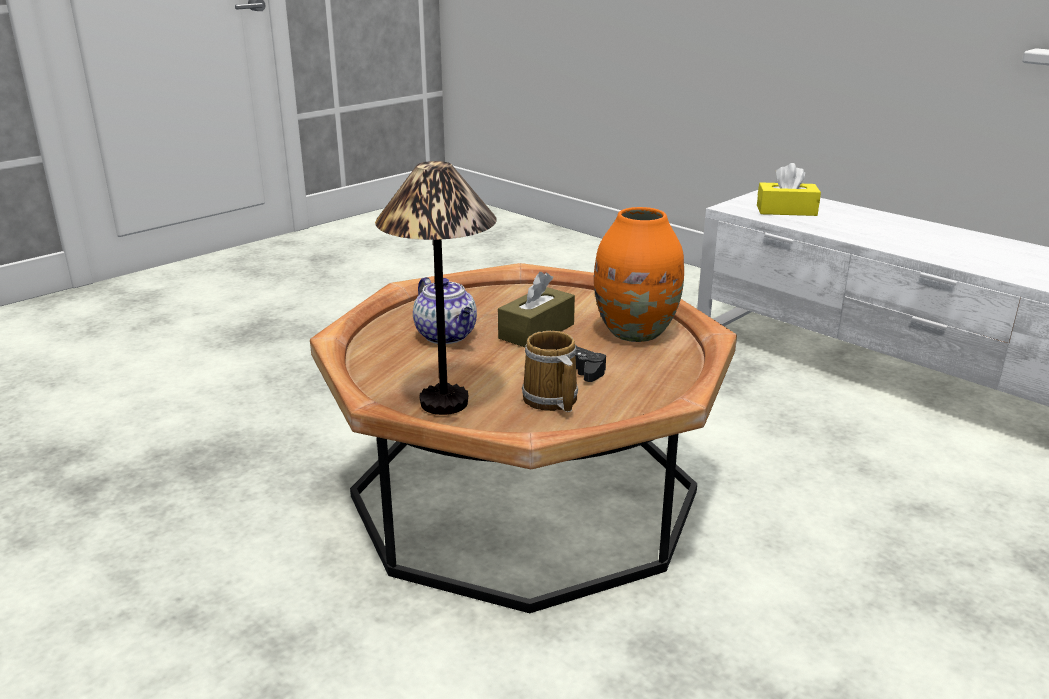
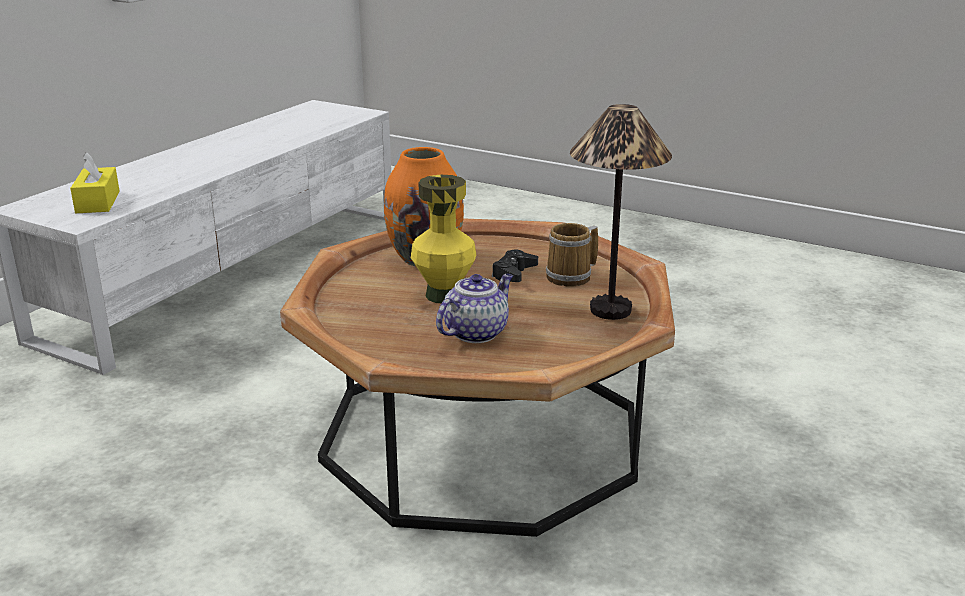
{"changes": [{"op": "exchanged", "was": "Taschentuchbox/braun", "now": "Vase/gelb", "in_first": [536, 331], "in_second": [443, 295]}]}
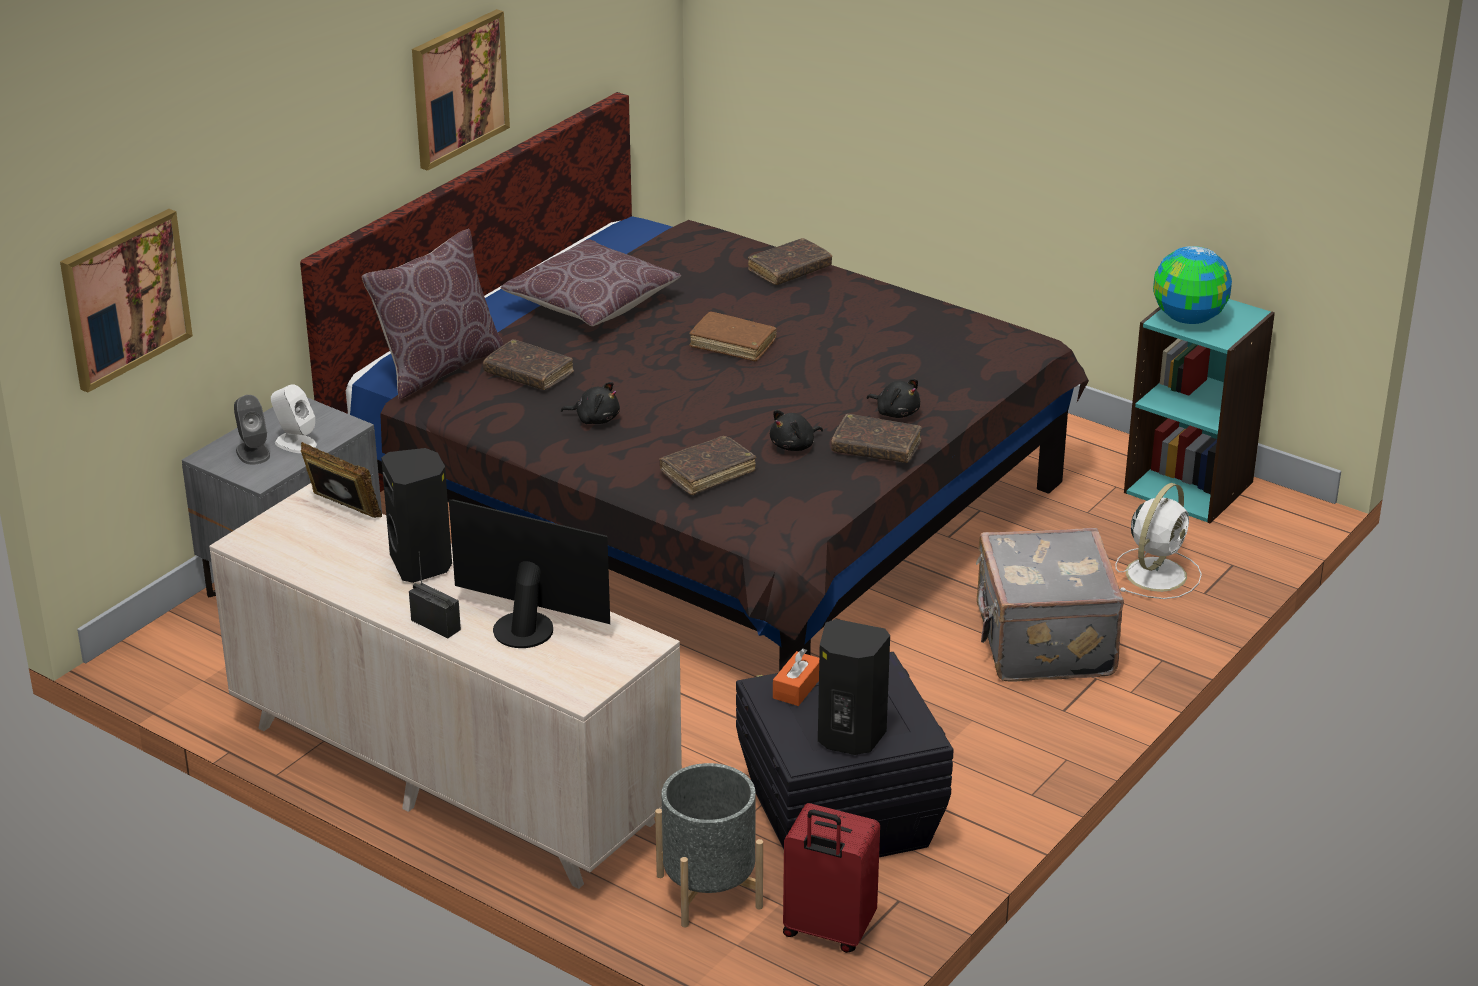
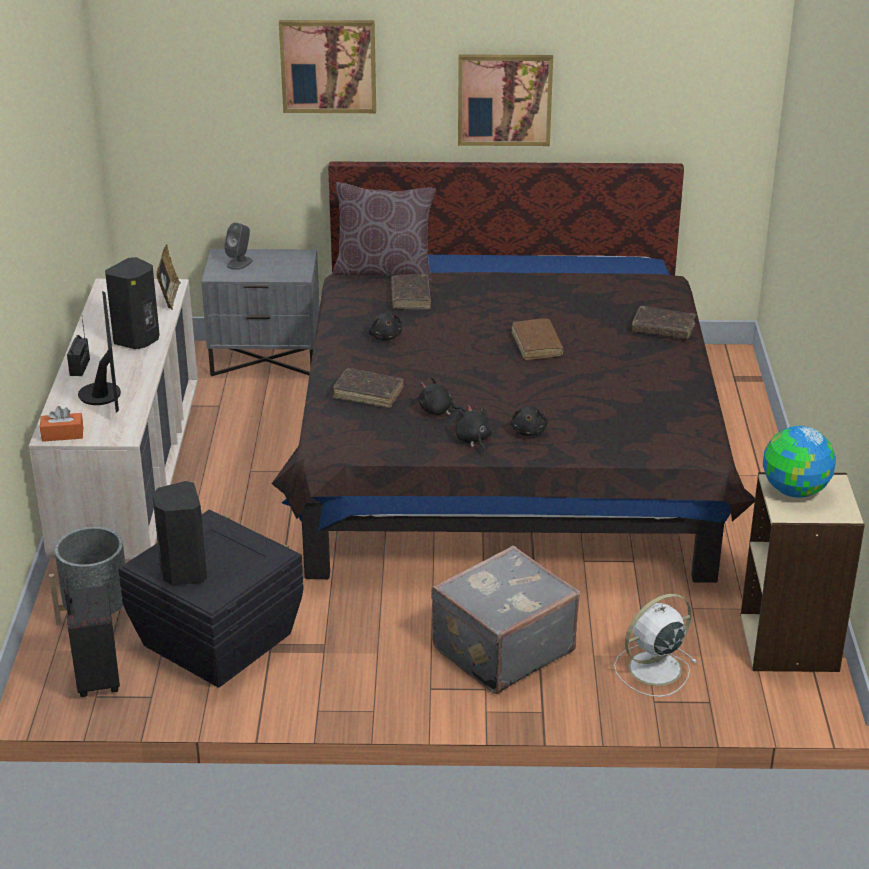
{"changes": [{"op": "missing", "was": "Lautsprecher/weiß", "in_first": [295, 443]}, {"op": "missing", "was": "Kissen/braun", "in_first": [591, 303]}, {"op": "relocated", "was": "Bild", "in_first": [124, 298], "in_second": [328, 66]}, {"op": "relocated", "was": "Taschentuchbox/orange", "in_first": [797, 688], "in_second": [62, 434]}, {"op": "exchanged", "was": "Buch/braun", "now": "Plüschtier/schwarz", "in_first": [876, 448], "in_second": [473, 440]}, {"op": "colour", "was": "Koffer/rot", "now": "Koffer/schwarz", "in_first": [827, 931], "in_second": [96, 680]}, {"op": "colour", "was": "Bücherregal/türkis", "now": "Bücherregal/beige", "in_first": [1189, 487], "in_second": [790, 643]}, {"op": "spun", "was": "Ventilator/weiß", "in_first": [1157, 573], "in_second": [652, 669], "clockwise": 150}]}
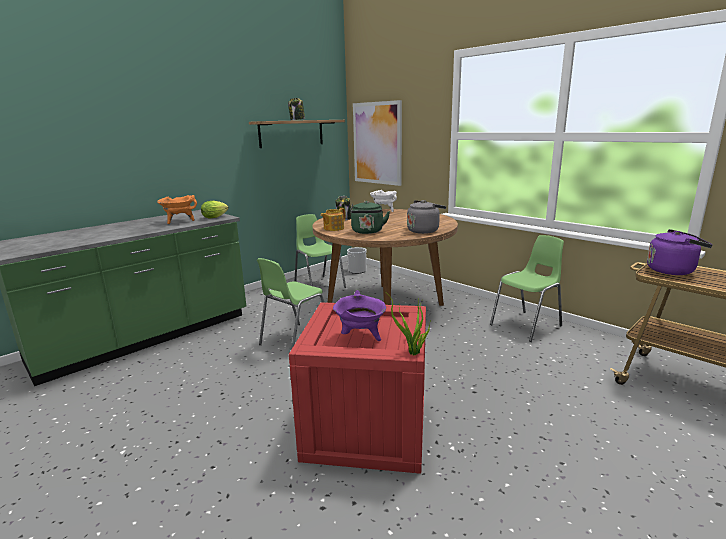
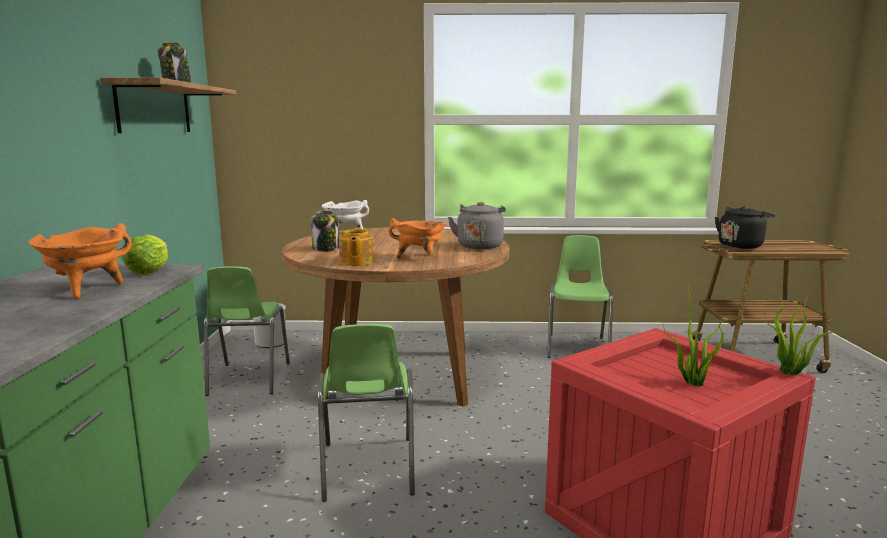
{"changes": [{"op": "missing", "was": "Bild", "in_first": [377, 143]}, {"op": "exchanged", "was": "Kochtopf/lila", "now": "Topfpflanze", "in_first": [361, 337], "in_second": [692, 382]}, {"op": "exchanged", "was": "Wasserkessel/grün", "now": "Kochtopf/orange", "in_first": [367, 232], "in_second": [419, 258]}, {"op": "colour", "was": "Wasserkessel/lila", "now": "Wasserkessel/schwarz", "in_first": [673, 270], "in_second": [741, 245]}, {"op": "spun", "was": "Stuhl/grün", "in_first": [319, 285], "in_second": [248, 379], "clockwise": -105}]}
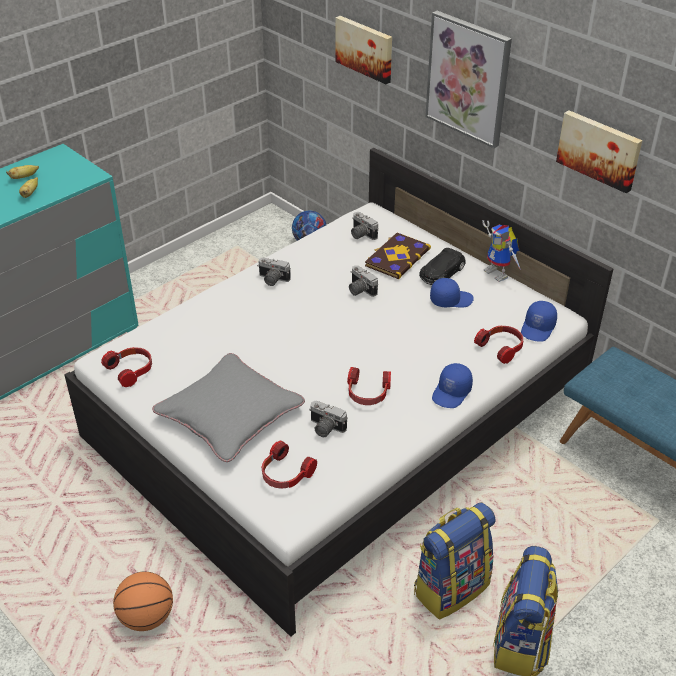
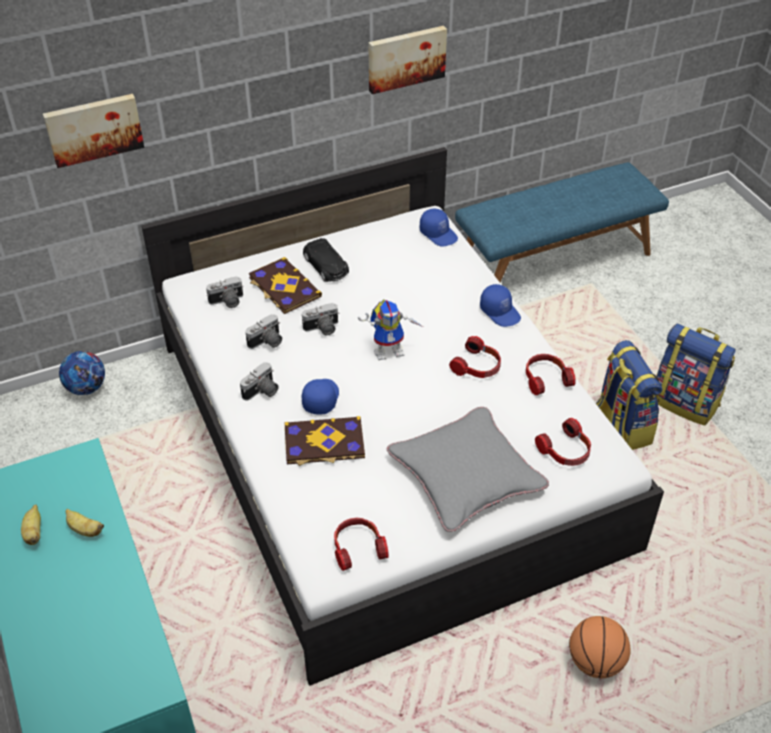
{"changes": [{"op": "missing", "was": "Bild", "in_first": [468, 78]}, {"op": "appeared", "now": "Buch", "in_second": [324, 443]}, {"op": "relocated", "was": "Kamera", "in_first": [325, 428], "in_second": [267, 342]}, {"op": "relocated", "was": "Kappe/blau", "in_first": [451, 299], "in_second": [320, 398]}, {"op": "relocated", "was": "Kopfhörer", "in_first": [501, 348], "in_second": [545, 379]}, {"op": "relocated", "was": "Spielzeugroboter", "in_first": [500, 273], "in_second": [390, 349]}]}
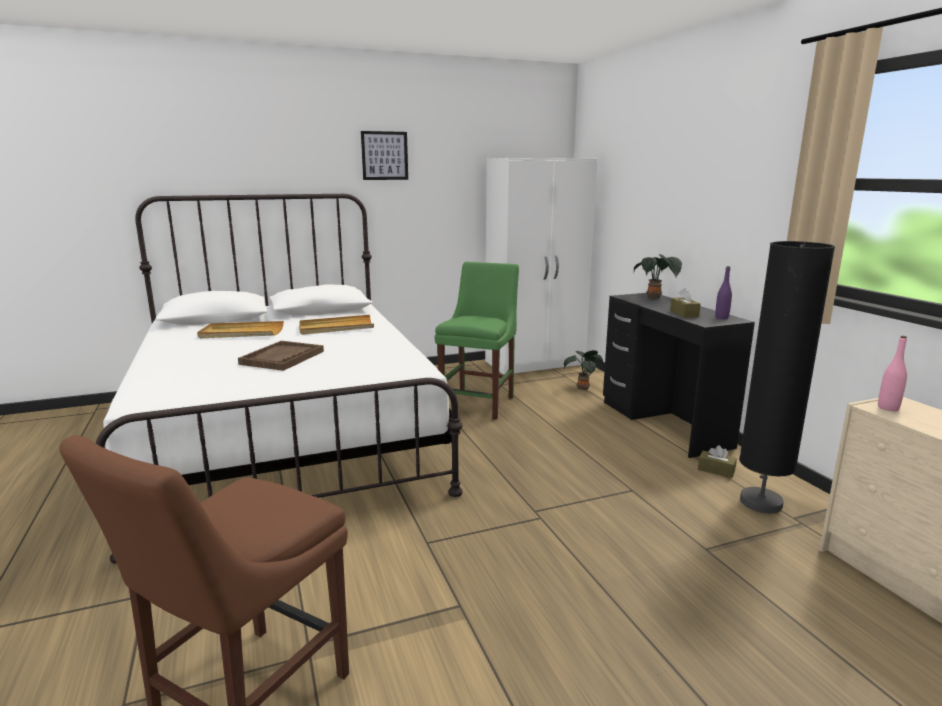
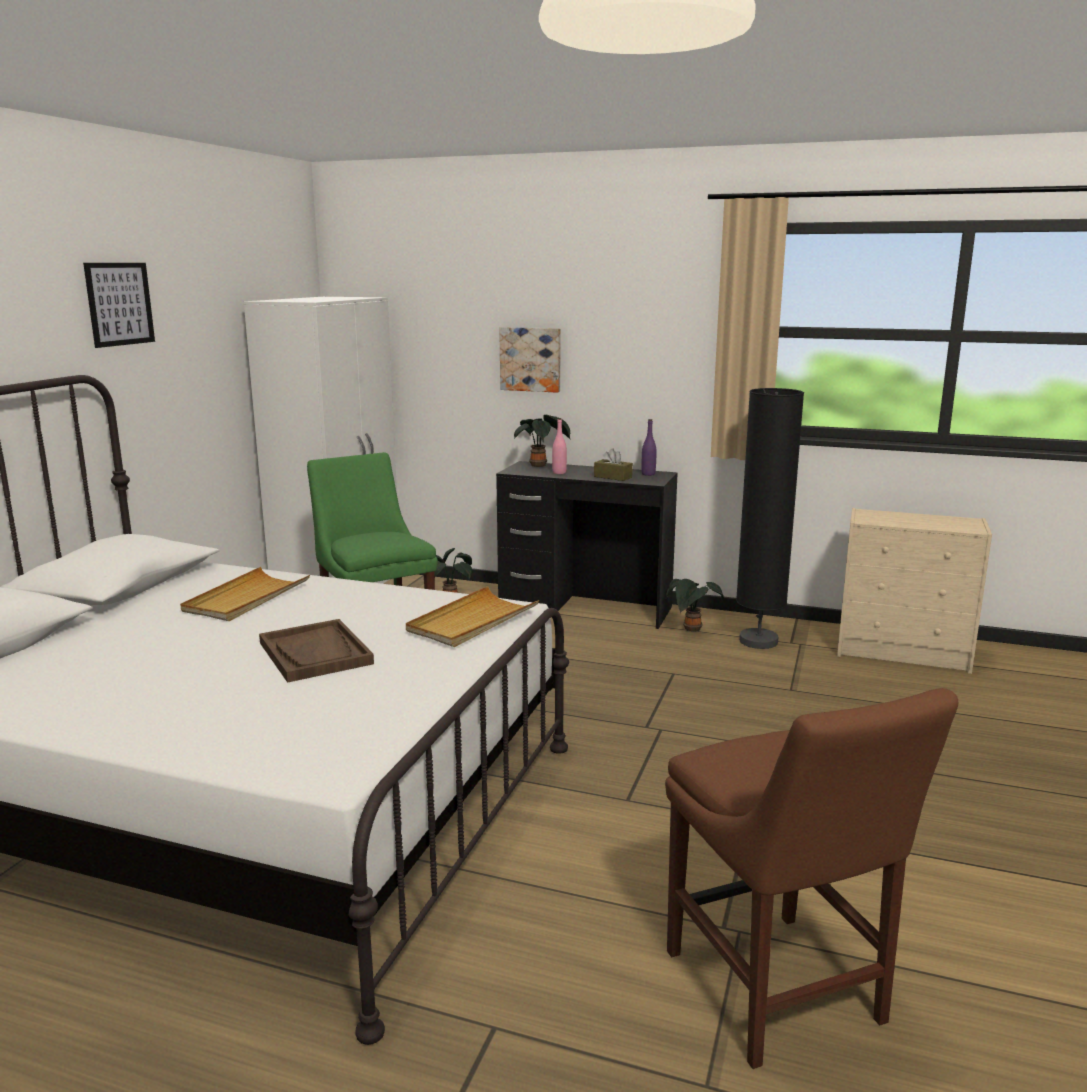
{"changes": [{"op": "appeared", "now": "Bild", "in_second": [531, 359]}, {"op": "relocated", "was": "Tablett/beige", "in_first": [241, 333], "in_second": [472, 621]}, {"op": "relocated", "was": "Flasche/rosa", "in_first": [888, 408], "in_second": [559, 472]}, {"op": "exchanged", "was": "Taschentuchbox/braun", "now": "Topfpflanze", "in_first": [716, 470], "in_second": [692, 630]}]}
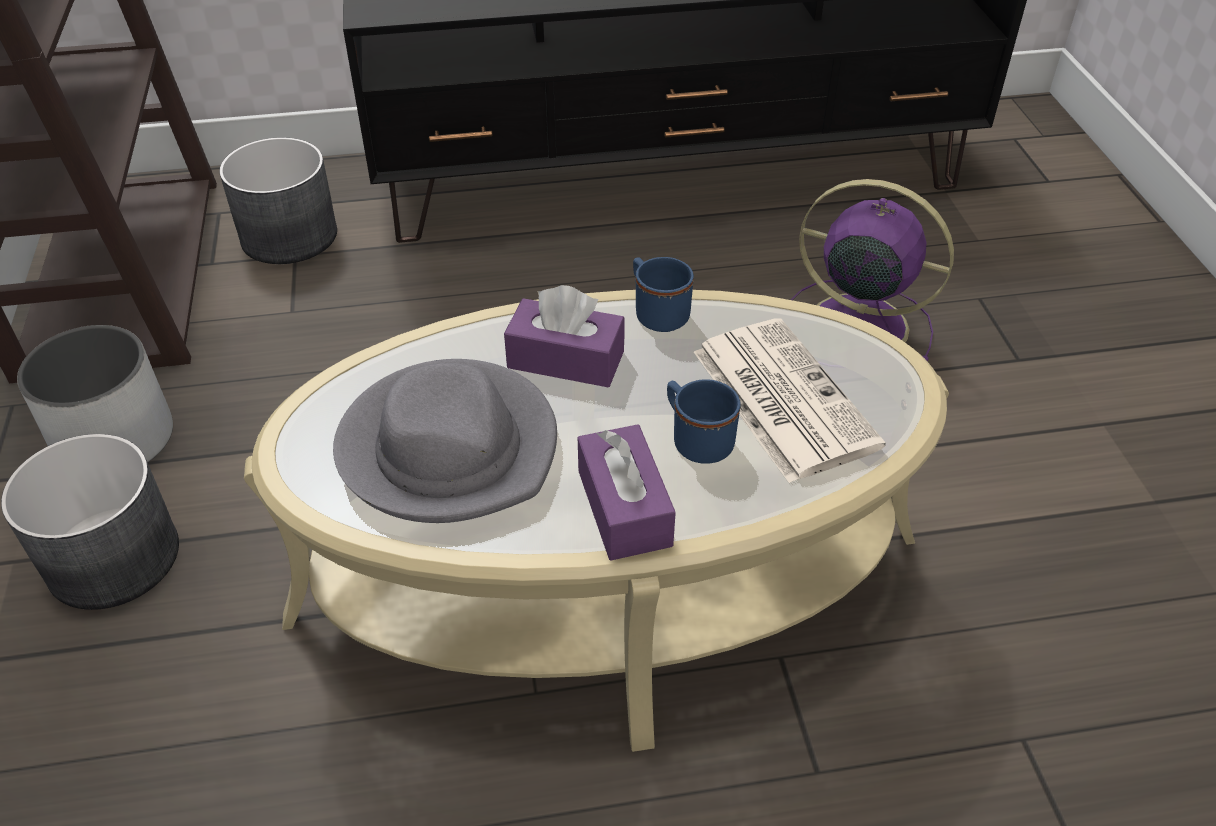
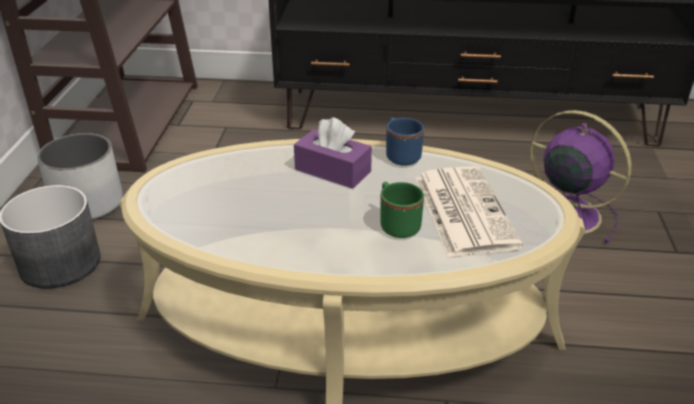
{"changes": [{"op": "missing", "was": "Pflanzkübel/grau", "in_first": [289, 235]}, {"op": "missing", "was": "Hut/grau", "in_first": [450, 447]}, {"op": "missing", "was": "Taschentuchbox/lila", "in_first": [624, 508]}, {"op": "colour", "was": "Henkelbecher/blau", "now": "Henkelbecher/grün", "in_first": [696, 439], "in_second": [397, 224]}]}
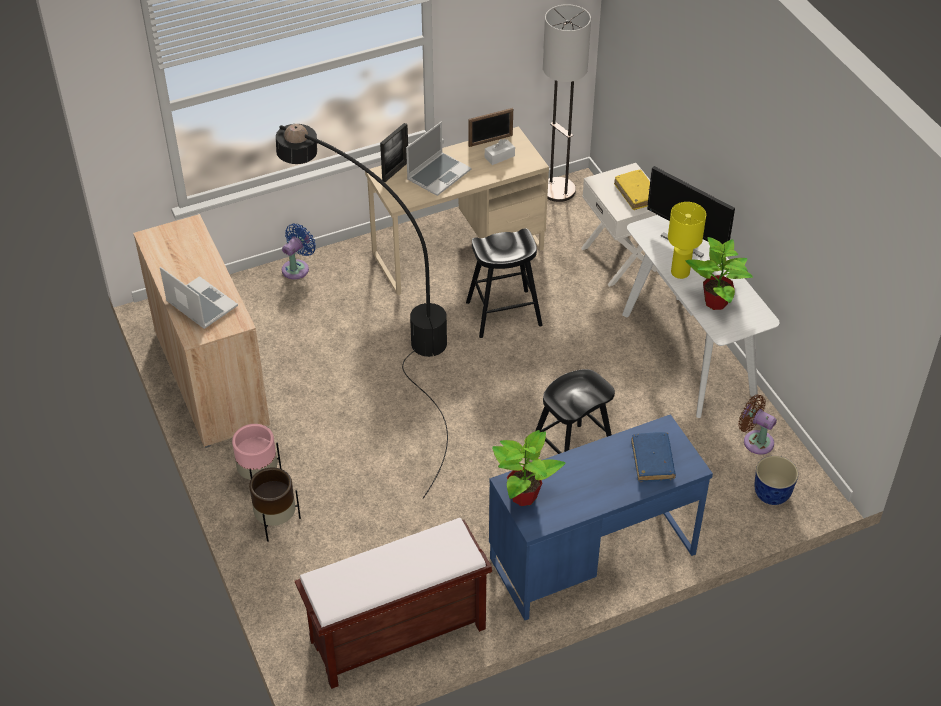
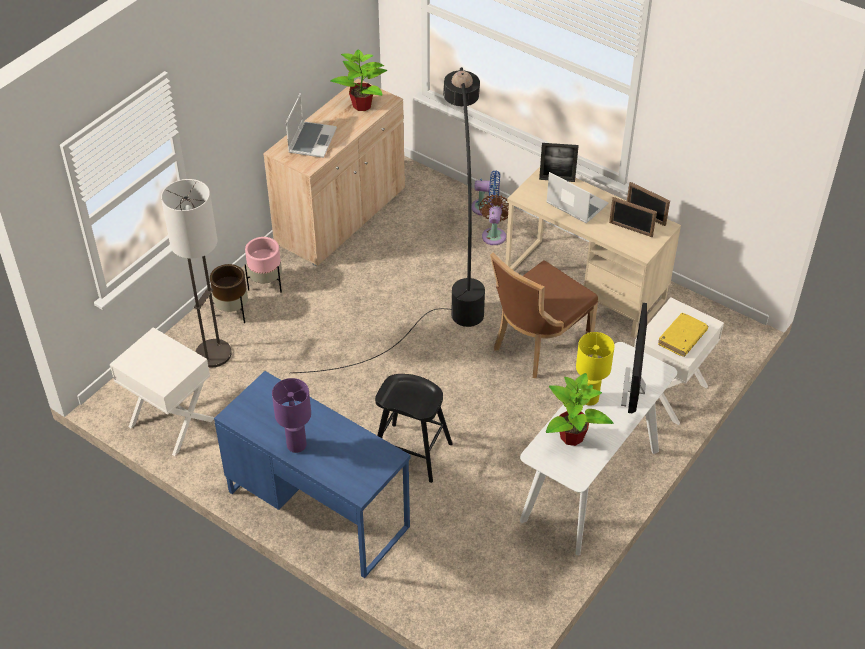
{"changes": [{"op": "missing", "was": "Buch/blau", "in_first": [652, 461]}, {"op": "missing", "was": "Pflanzkübel", "in_first": [772, 494]}, {"op": "appeared", "now": "Tischlampe/lila", "in_second": [297, 445]}, {"op": "relocated", "was": "Topfpflanze", "in_first": [524, 495], "in_second": [363, 105]}, {"op": "relocated", "was": "Stehlampe", "in_first": [558, 190], "in_second": [213, 354]}, {"op": "relocated", "was": "Ventilator/braun", "in_first": [755, 441], "in_second": [494, 234]}, {"op": "exchanged", "was": "Bank/braun", "now": "Nachttisch/weiß", "in_first": [396, 636], "in_second": [171, 423]}, {"op": "exchanged", "was": "Hocker/schwarz", "now": "Stuhl/braun", "in_first": [504, 313], "in_second": [537, 345]}, {"op": "exchanged", "was": "Taschentuchbox/weiß", "now": "Bilderrahmen", "in_first": [499, 156], "in_second": [630, 229]}, {"op": "spun", "was": "Laptop", "in_first": [438, 174], "in_second": [575, 204], "clockwise": -150}]}
